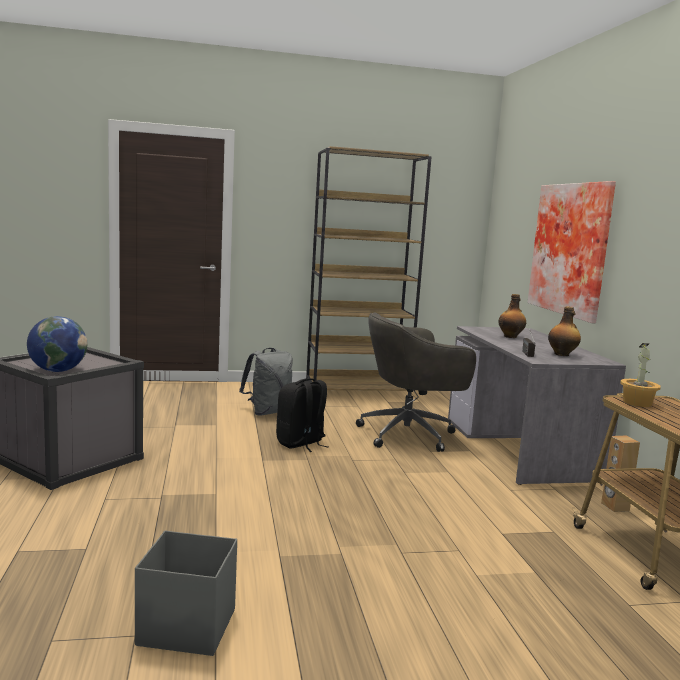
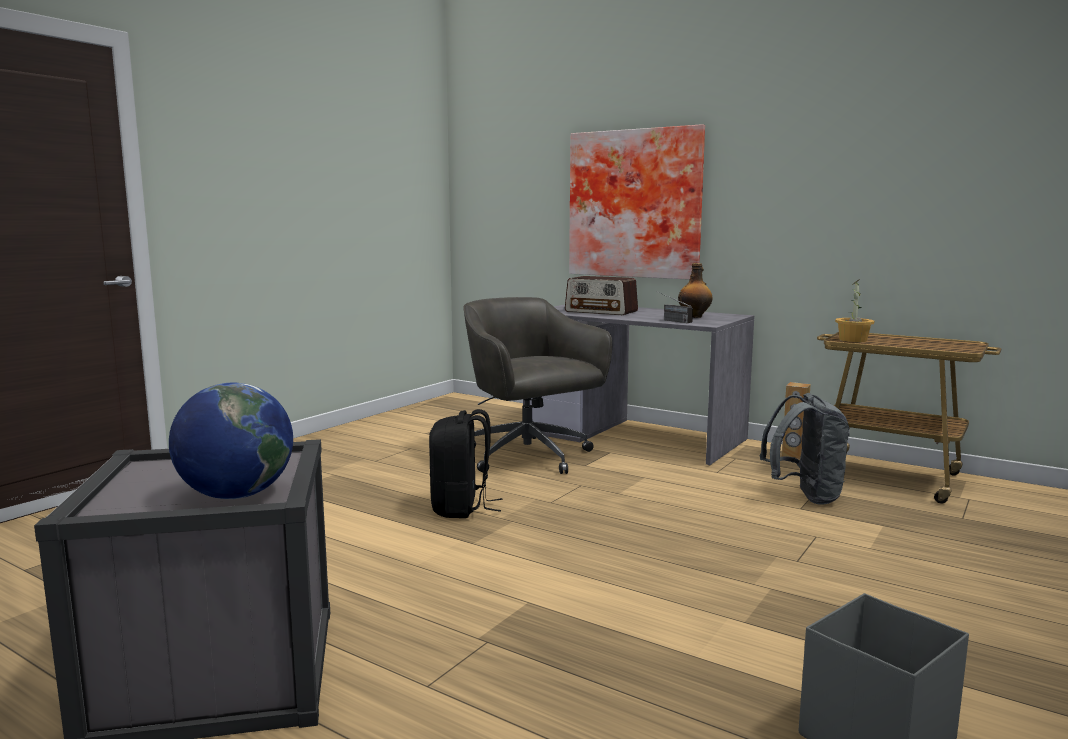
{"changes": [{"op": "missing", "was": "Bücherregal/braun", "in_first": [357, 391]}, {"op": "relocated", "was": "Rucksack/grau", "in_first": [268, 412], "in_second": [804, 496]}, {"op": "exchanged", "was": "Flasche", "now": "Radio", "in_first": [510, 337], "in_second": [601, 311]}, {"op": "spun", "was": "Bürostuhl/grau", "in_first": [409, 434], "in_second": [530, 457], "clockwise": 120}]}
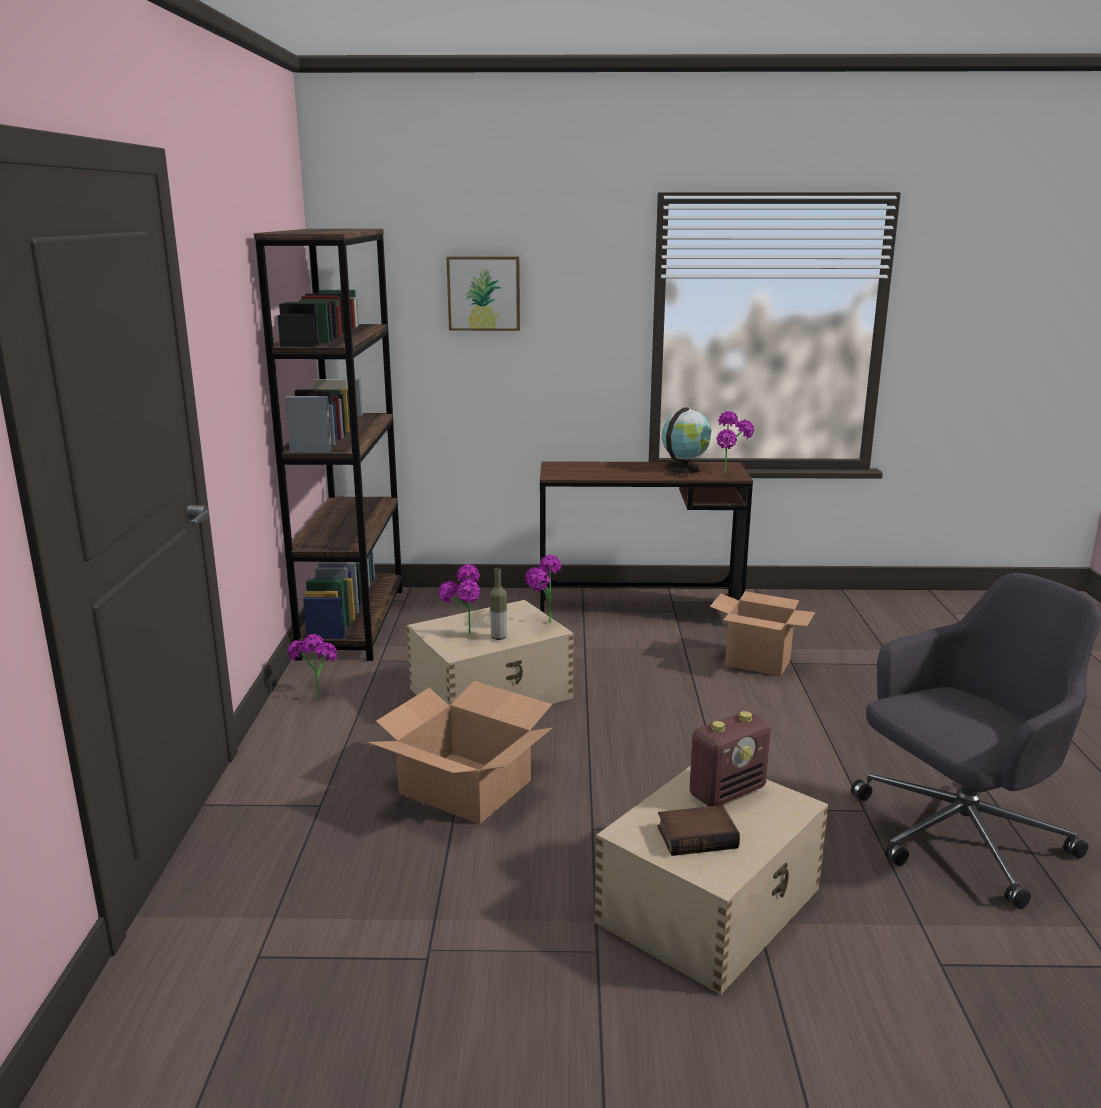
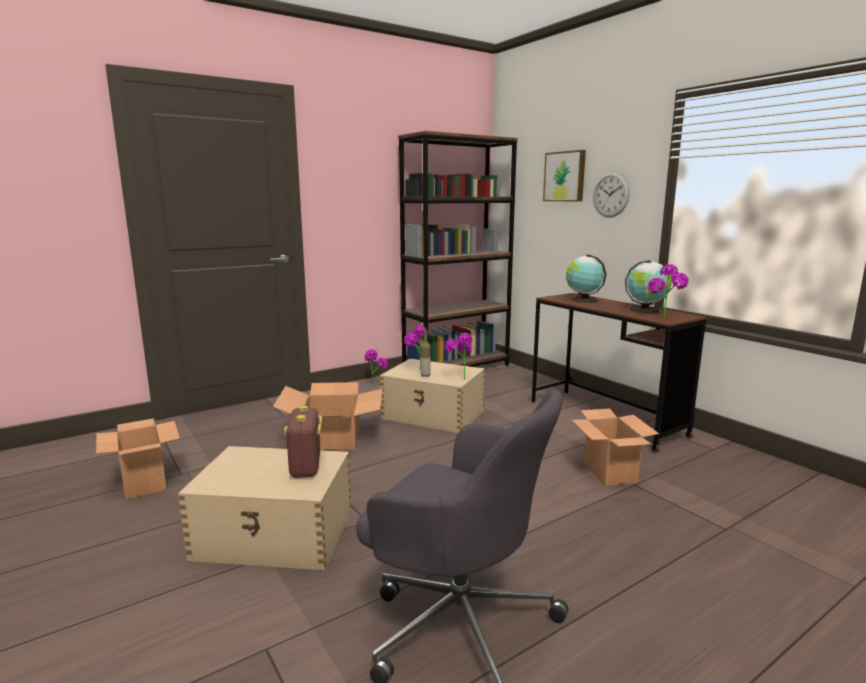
{"changes": [{"op": "missing", "was": "Buch", "in_first": [697, 836]}, {"op": "appeared", "now": "Karton", "in_second": [144, 483]}, {"op": "appeared", "now": "Globus", "in_second": [583, 300]}, {"op": "appeared", "now": "Wanduhr", "in_second": [610, 195]}, {"op": "spun", "was": "Radio", "in_first": [727, 792], "in_second": [306, 467], "clockwise": 60}]}
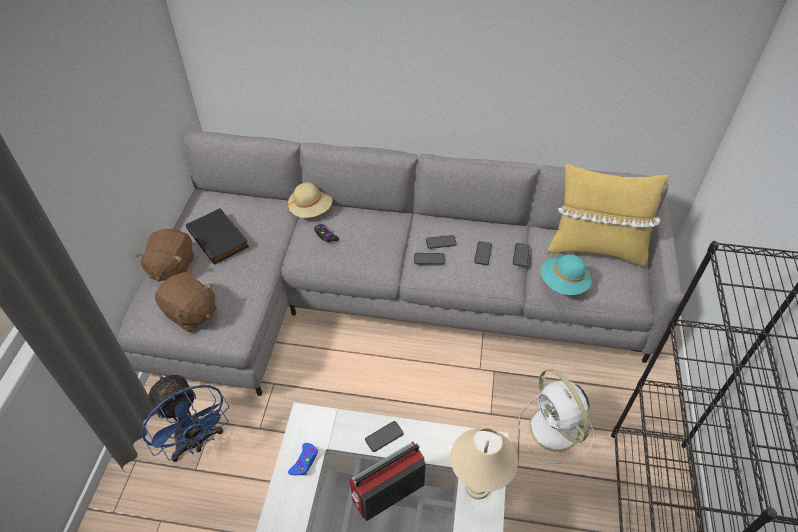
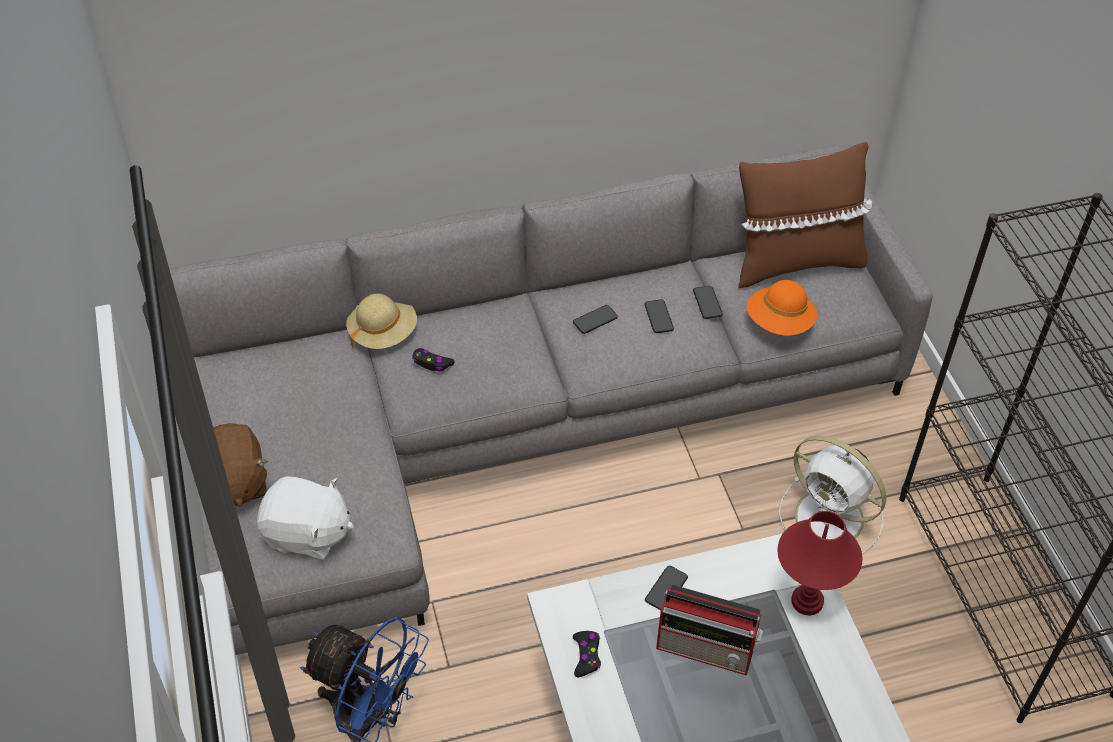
{"changes": [{"op": "missing", "was": "Buch/schwarz", "in_first": [219, 238]}, {"op": "missing", "was": "Handy", "in_first": [429, 259]}, {"op": "colour", "was": "Plüschtier/braun", "now": "Plüschtier/weiß", "in_first": [191, 313], "in_second": [307, 535]}, {"op": "colour", "was": "Gamepad/blau", "now": "Gamepad/schwarz", "in_first": [304, 462], "in_second": [586, 656]}, {"op": "colour", "was": "Tischlampe/beige", "now": "Tischlampe/rot", "in_first": [477, 487], "in_second": [807, 602]}, {"op": "colour", "was": "Hut/türkis", "now": "Hut/orange", "in_first": [563, 284], "in_second": [779, 323]}, {"op": "colour", "was": "Kissen/gelb", "now": "Kissen/braun", "in_first": [595, 248], "in_second": [795, 263]}, {"op": "spun", "was": "Radio", "in_first": [387, 493], "in_second": [707, 650], "clockwise": -105}]}
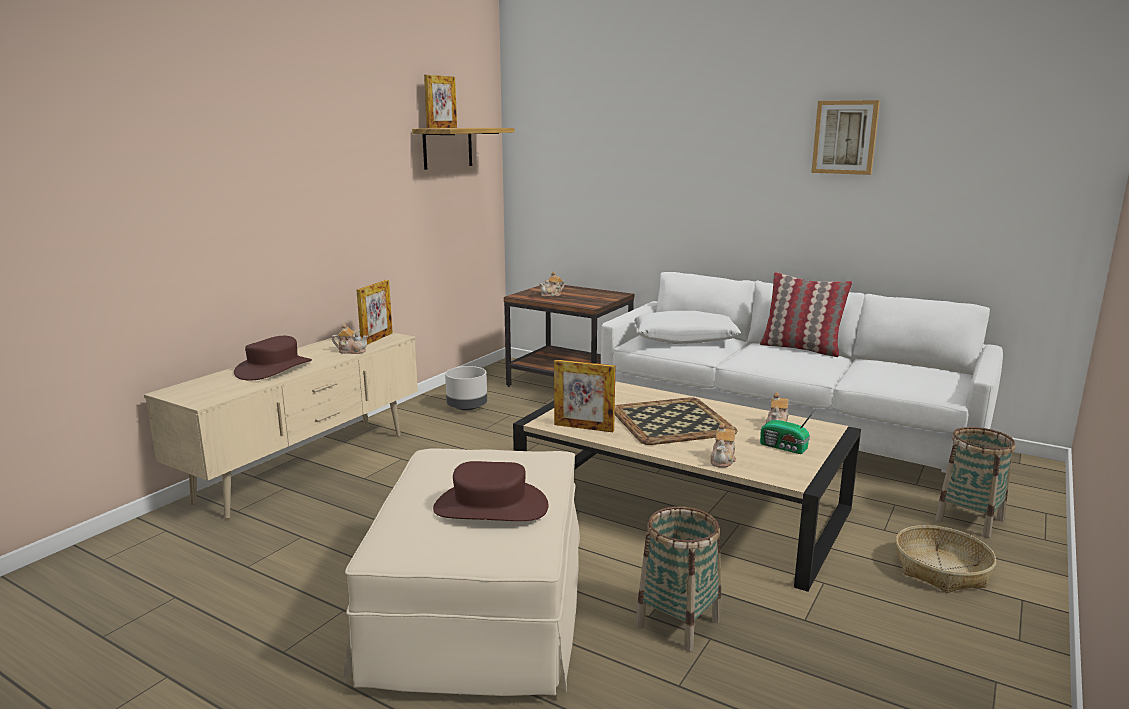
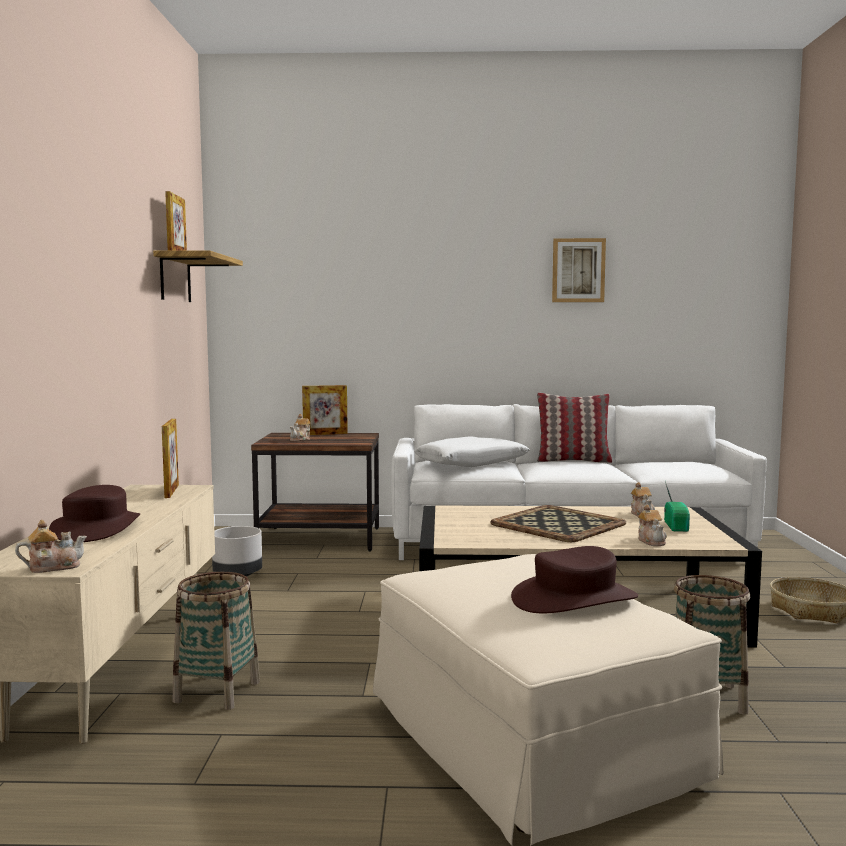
{"changes": [{"op": "relocated", "was": "Teekanne", "in_first": [351, 351], "in_second": [53, 567]}, {"op": "relocated", "was": "Bilderrahmen", "in_first": [583, 427], "in_second": [325, 434]}, {"op": "relocated", "was": "Korb", "in_first": [969, 520], "in_second": [217, 691]}, {"op": "spun", "was": "Radio", "in_first": [784, 447], "in_second": [677, 526], "clockwise": -90}]}
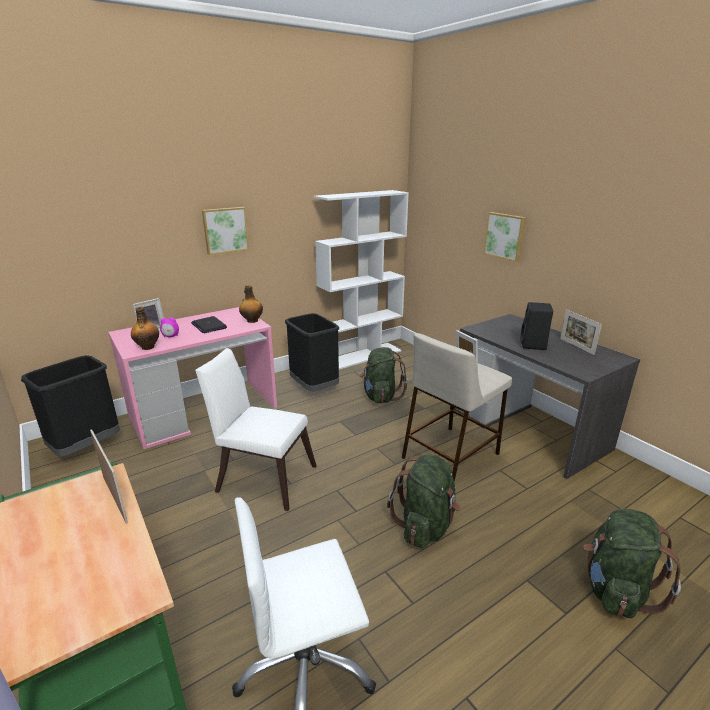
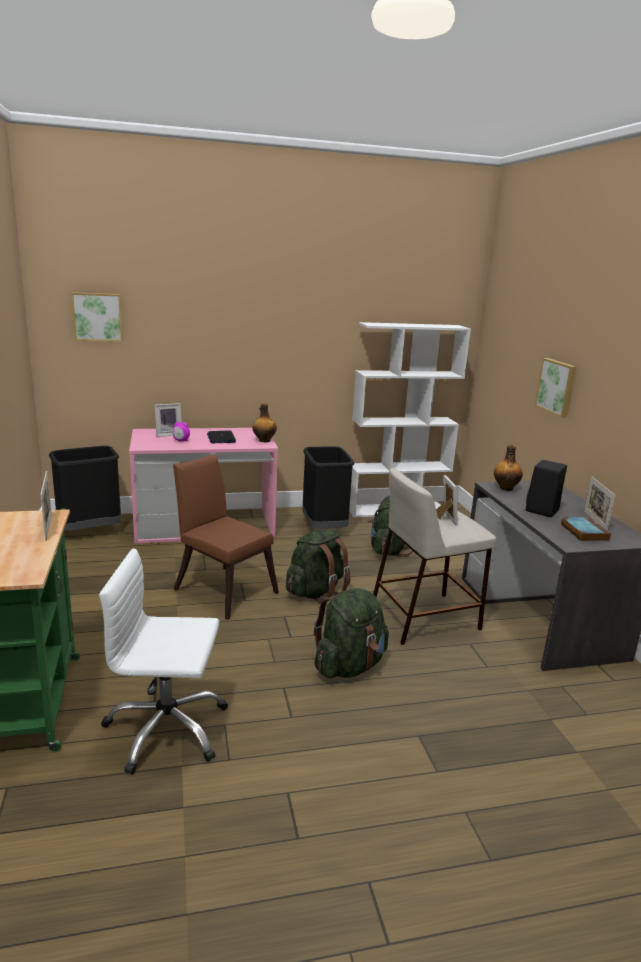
{"changes": [{"op": "appeared", "now": "Buch", "in_second": [583, 532]}, {"op": "relocated", "was": "Flasche", "in_first": [148, 347], "in_second": [506, 488]}, {"op": "relocated", "was": "Bild", "in_first": [225, 230], "in_second": [98, 317]}, {"op": "relocated", "was": "Rucksack/grün", "in_first": [615, 590], "in_second": [316, 592]}, {"op": "colour", "was": "Stuhl/weiß", "now": "Stuhl/braun", "in_first": [262, 476], "in_second": [222, 588]}]}
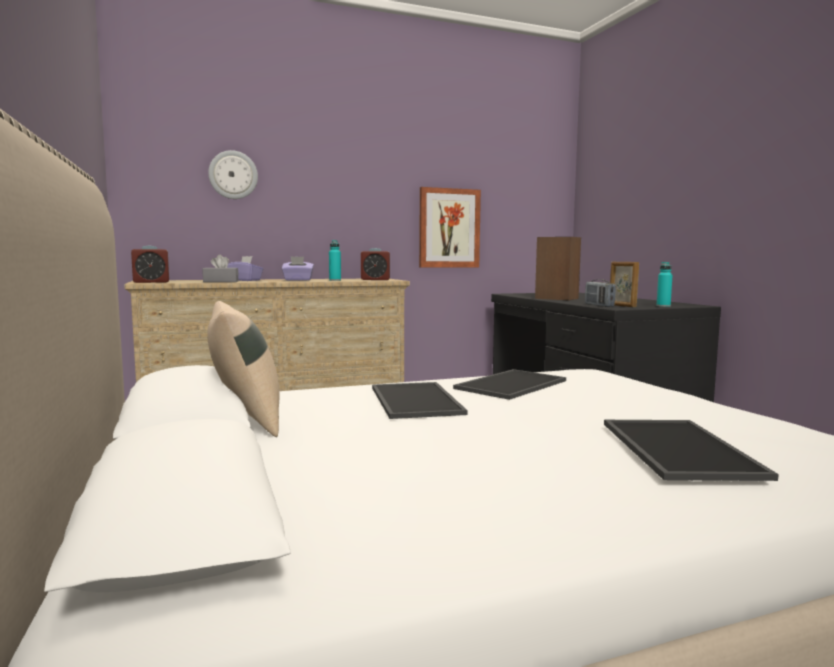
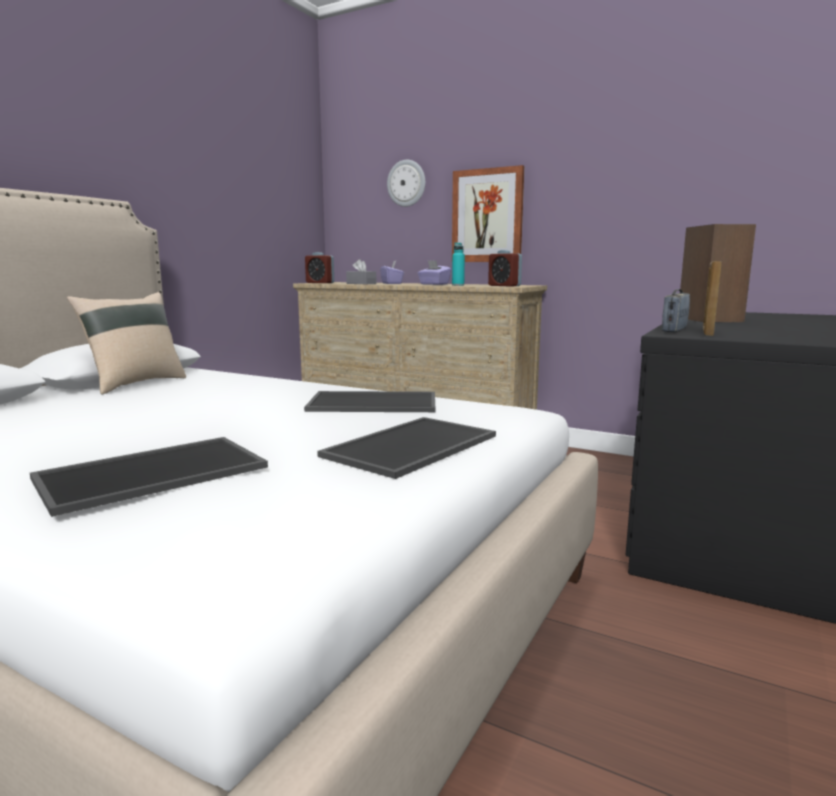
{"changes": [{"op": "missing", "was": "Flasche/türkis", "in_first": [663, 306]}, {"op": "relocated", "was": "Tablett", "in_first": [417, 400], "in_second": [412, 447]}, {"op": "relocated", "was": "Bild", "in_first": [449, 228], "in_second": [487, 216]}]}
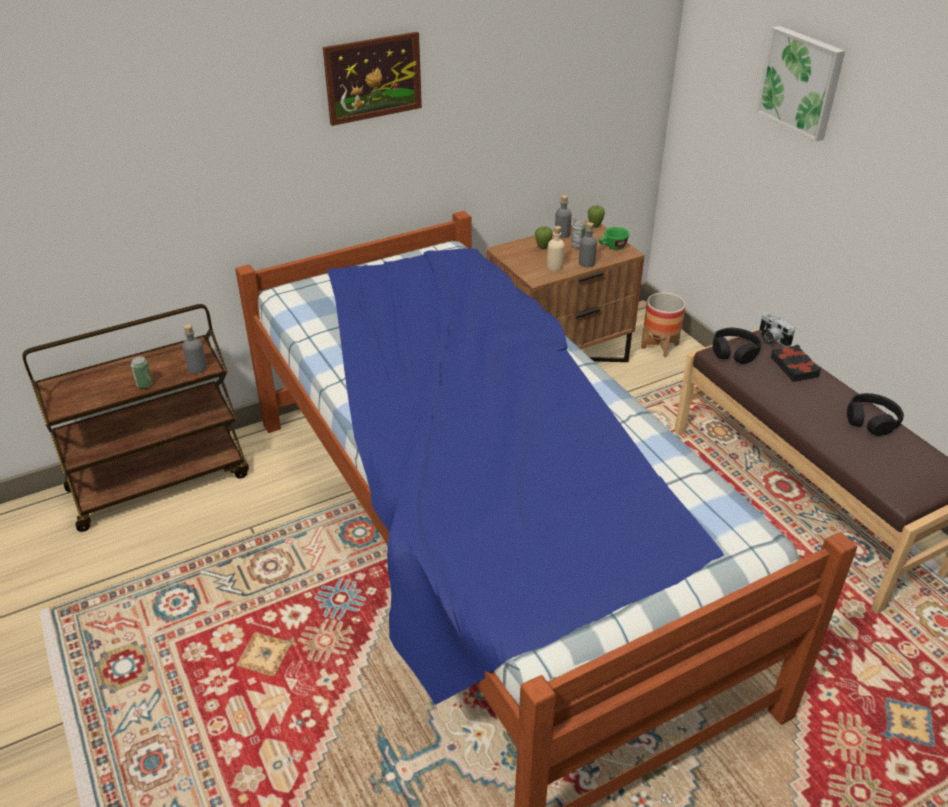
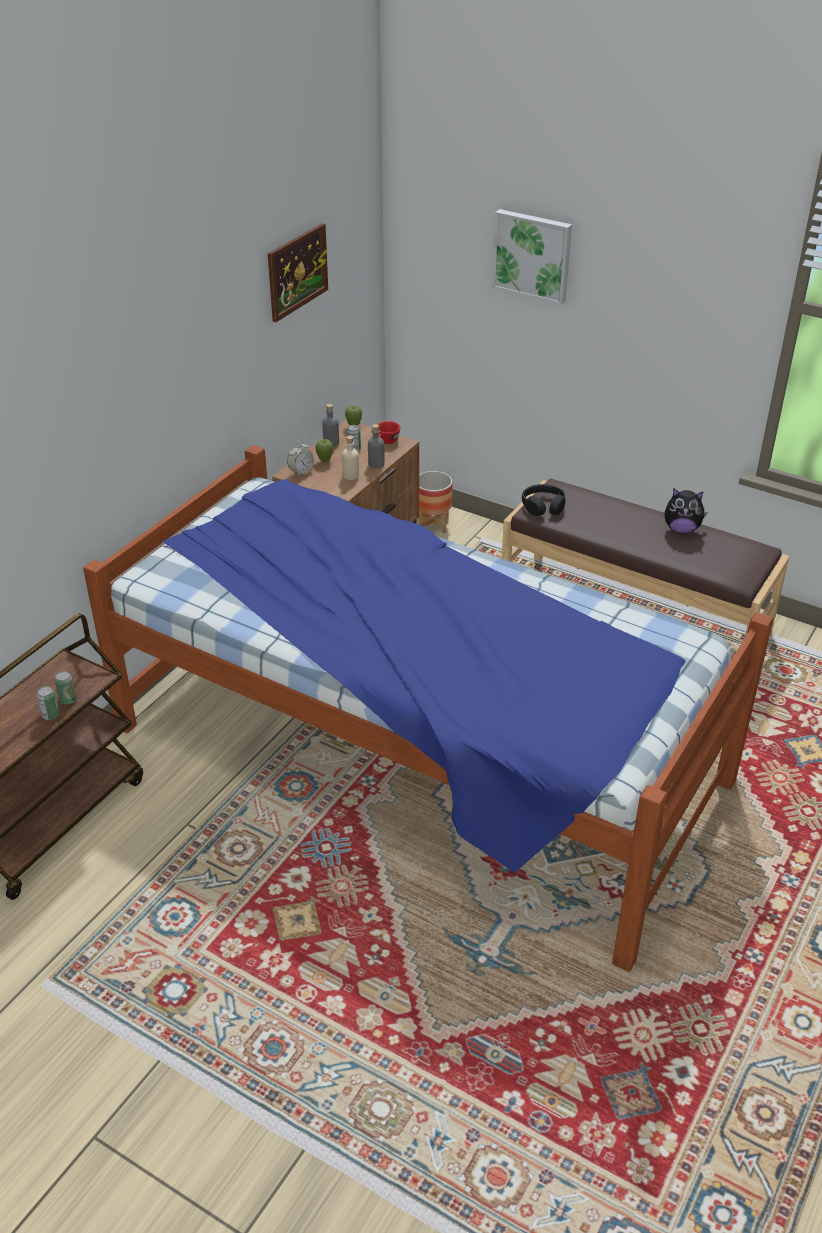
{"changes": [{"op": "missing", "was": "Flasche/grau", "in_first": [197, 368]}, {"op": "missing", "was": "Kamera", "in_first": [771, 339]}, {"op": "missing", "was": "Buch/schwarz", "in_first": [794, 367]}, {"op": "appeared", "now": "Dose", "in_second": [68, 700]}, {"op": "appeared", "now": "Wecker", "in_second": [301, 472]}, {"op": "relocated", "was": "Bild", "in_first": [373, 78], "in_second": [297, 272]}, {"op": "exchanged", "was": "Kopfhörer/schwarz", "now": "Plüschtier", "in_first": [871, 421], "in_second": [681, 529]}, {"op": "colour", "was": "Tasse/grün", "now": "Tasse/rot", "in_first": [612, 247], "in_second": [386, 442]}]}
